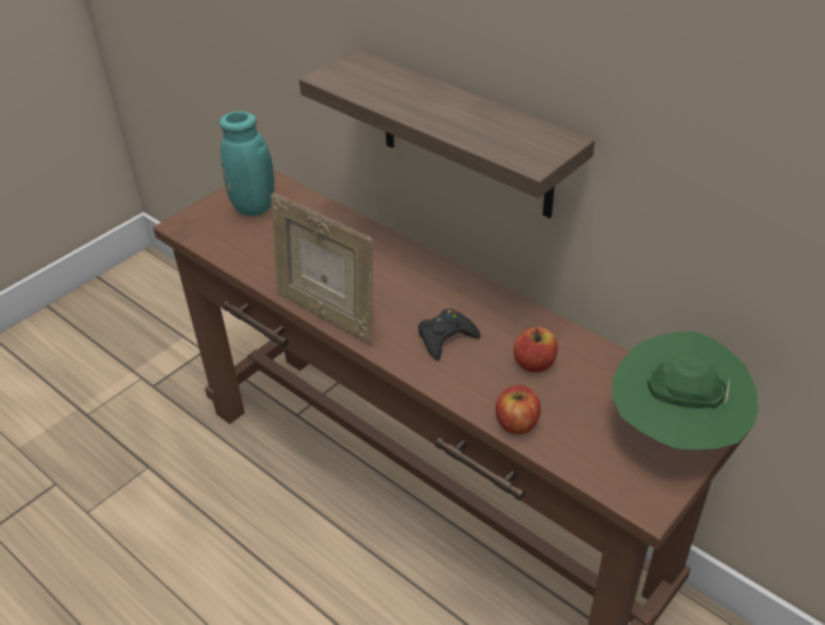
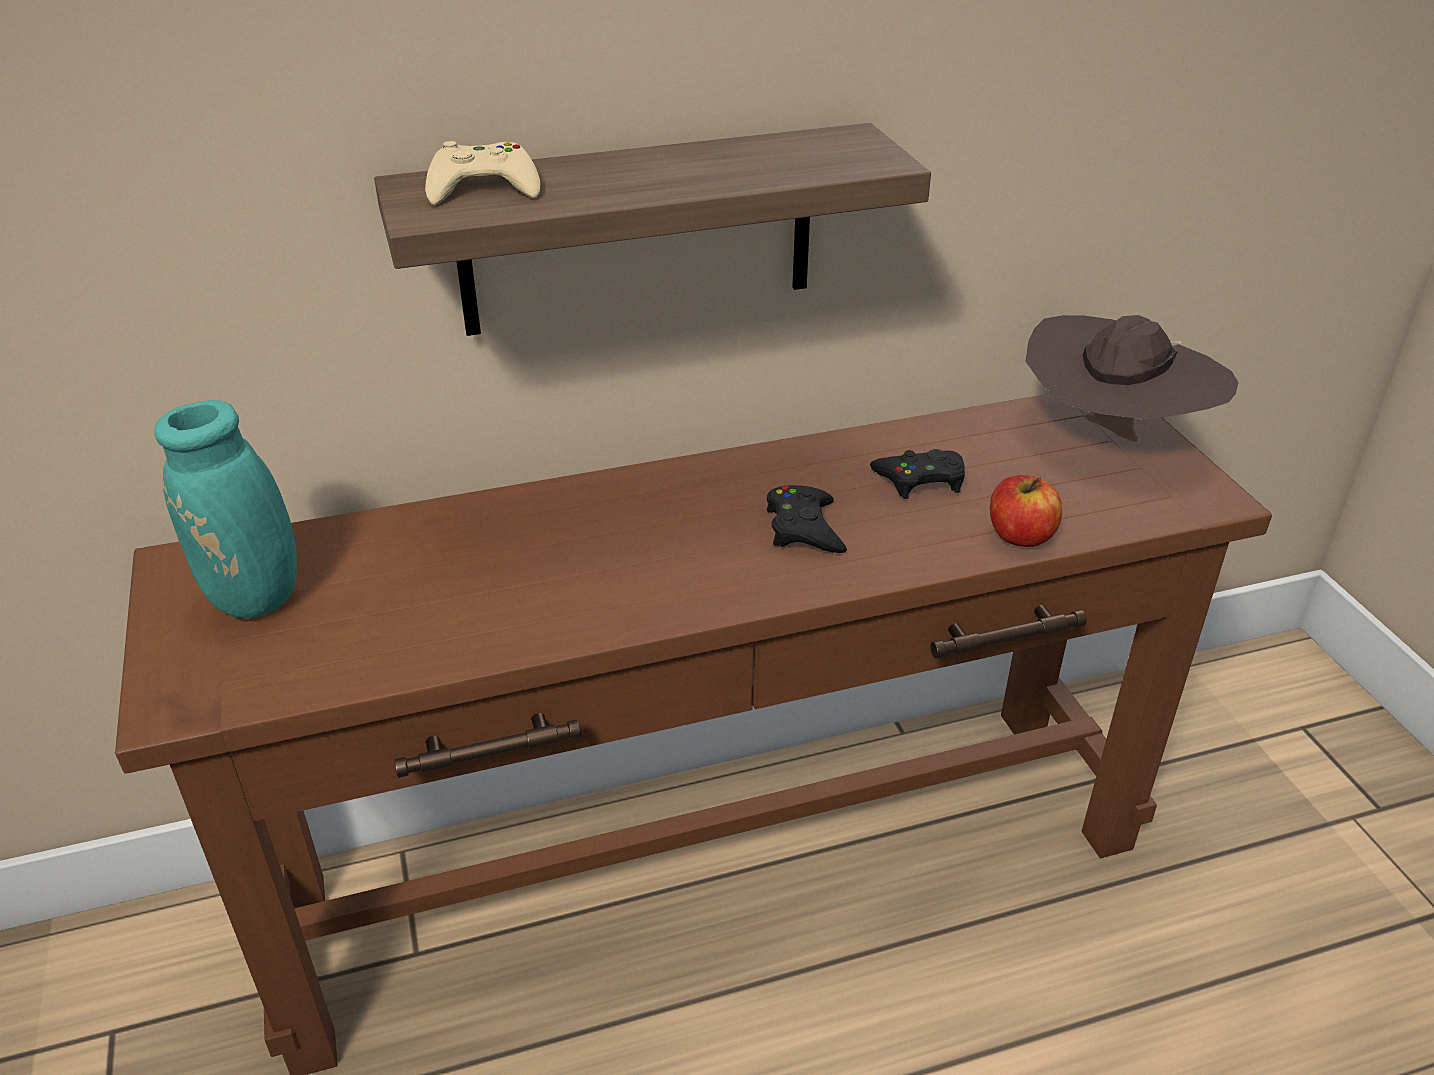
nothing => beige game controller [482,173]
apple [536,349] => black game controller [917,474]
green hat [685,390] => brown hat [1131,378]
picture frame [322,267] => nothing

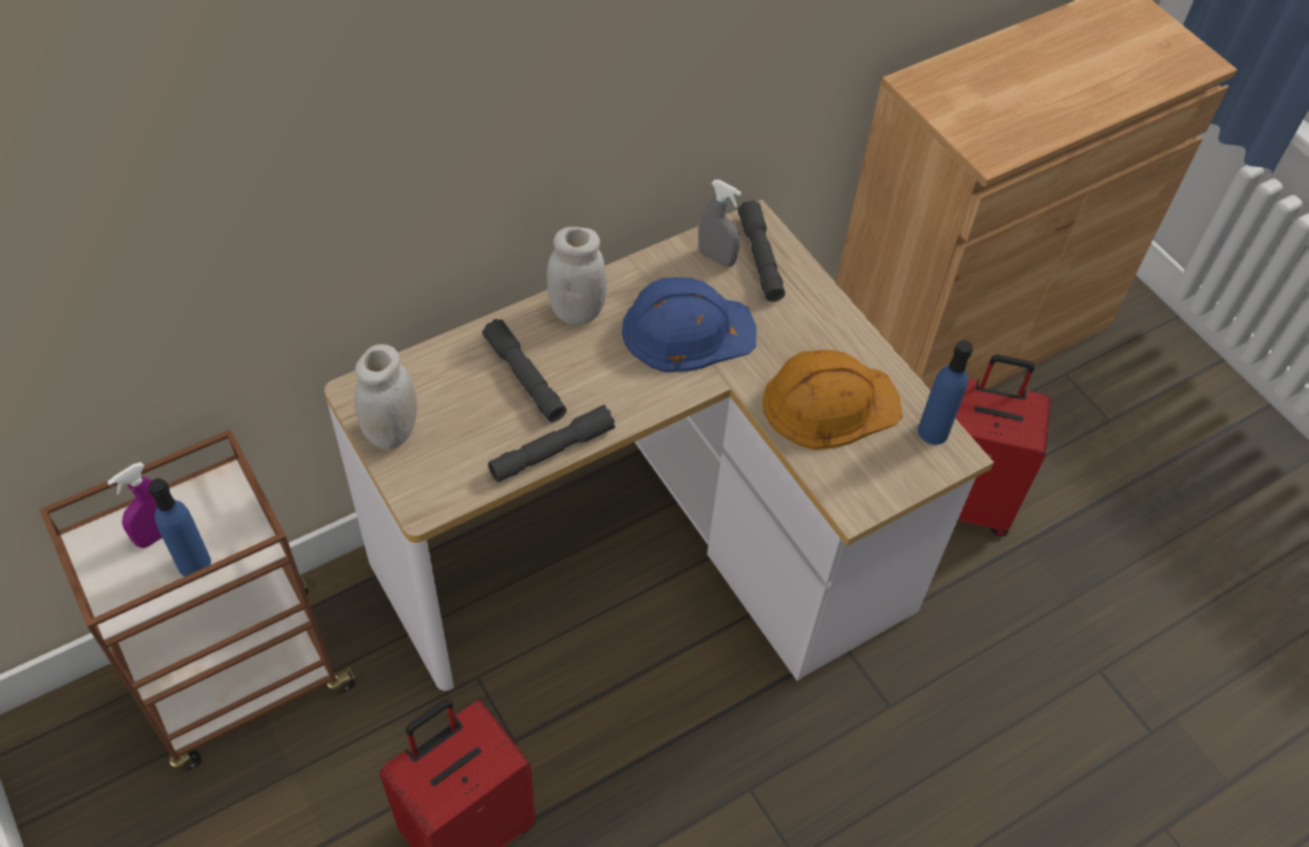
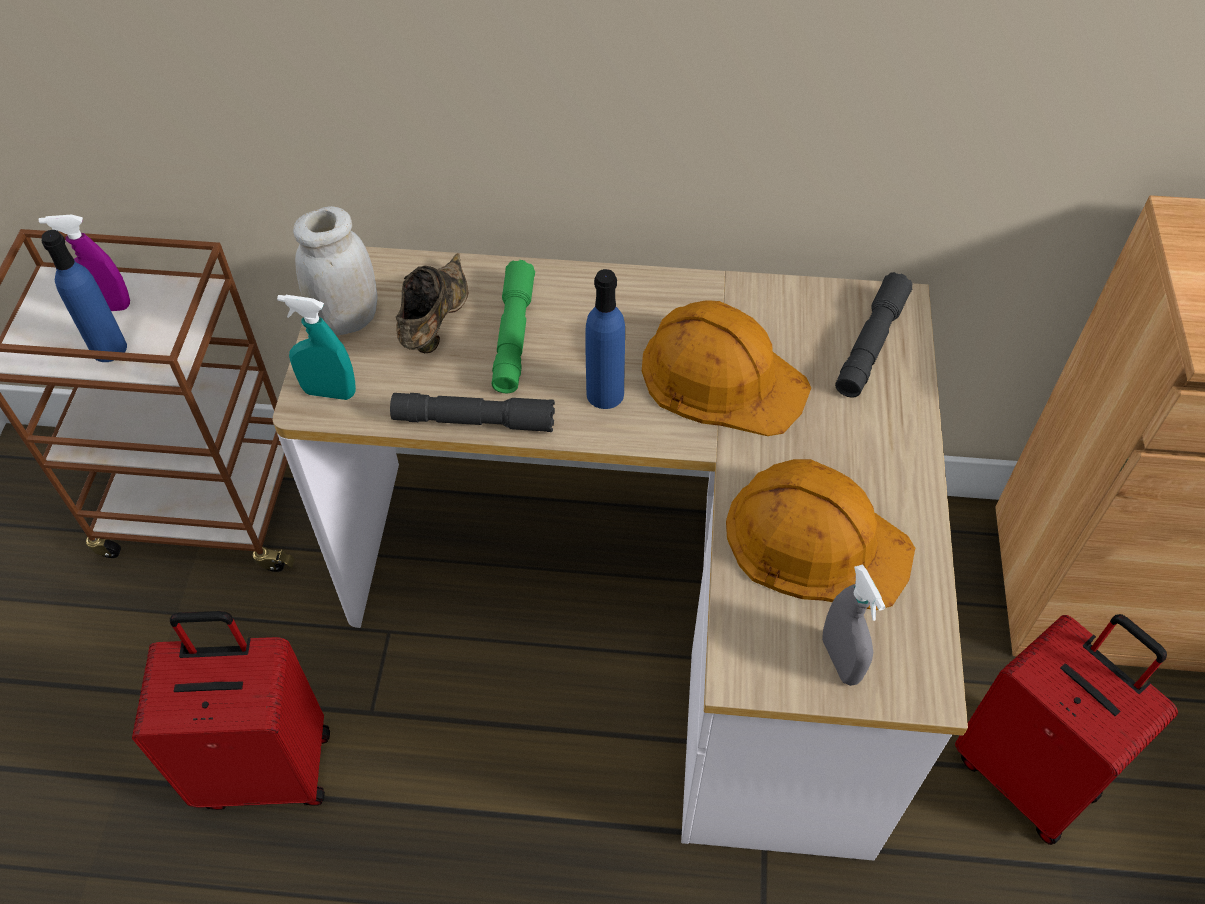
nothing => turquoise spray bottle [316,347]
nothing => brown shoe [432,303]
grey flashlight [524,370] => green flashlight [513,326]
blue bottle [945,392] => blue bottle [605,339], move
blue hard hat [689,325] => orange hard hat [726,368]
grey spray bottle [720,223] => grey spray bottle [853,625], move
white jar [577,276] => nothing

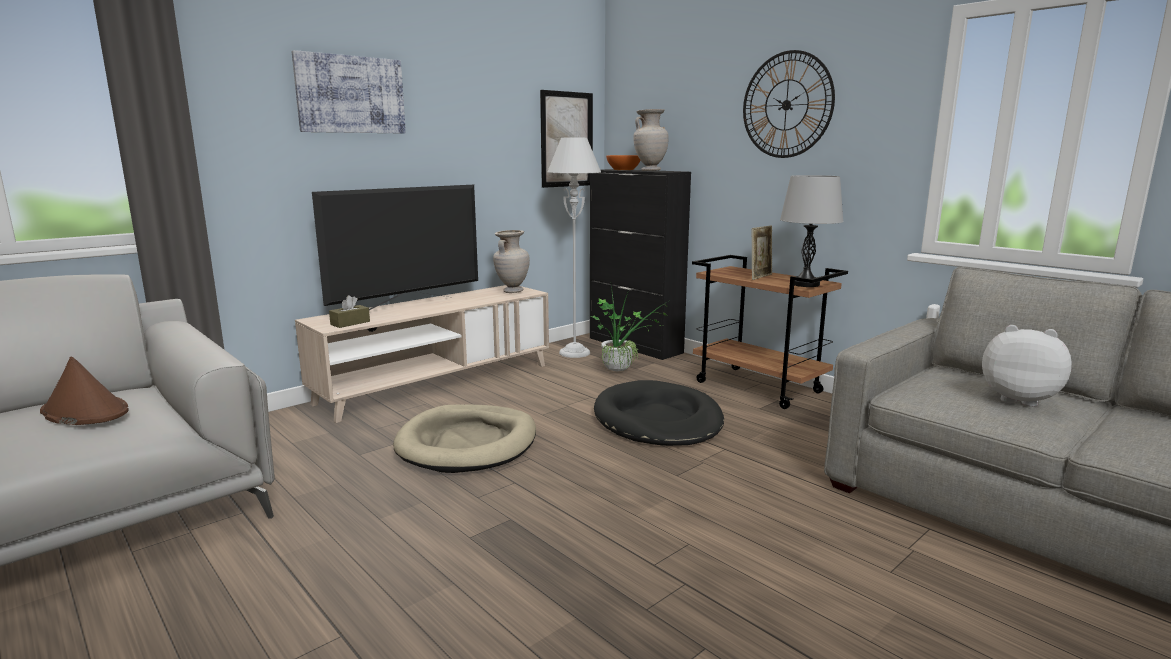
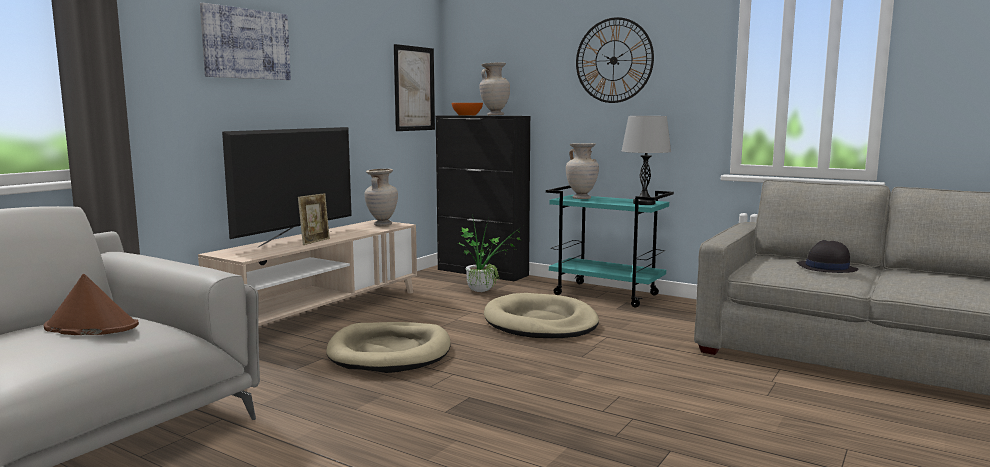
picture frame [762,252] => picture frame [314,219], move
black dog bed [659,413] => beige dog bed [541,315]
brown cart [770,332] => turquoise cart [610,246]
nothing => beige vase [582,171]
plush toy [1027,366] => black hat [827,256]
brown tissue box [349,311] => nothing
grey floor lamp [574,248] => nothing

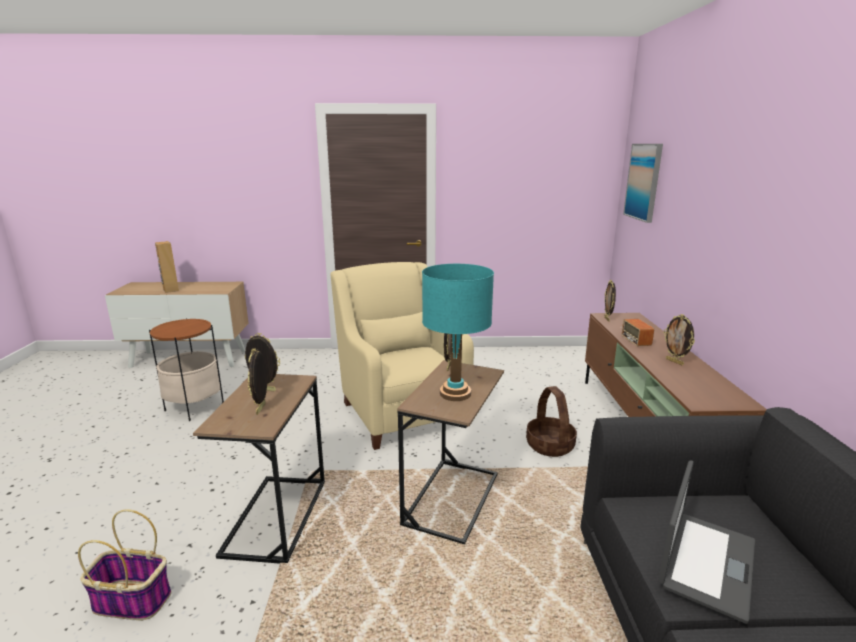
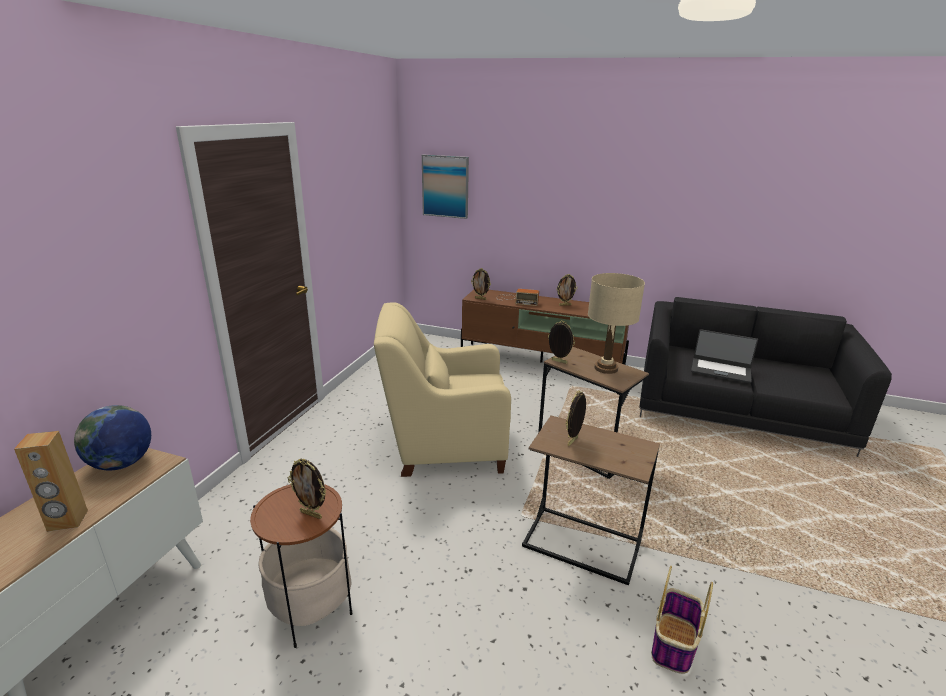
nothing => globe [112,438]
picture frame [257,381] => picture frame [307,488], move
turquoise table lamp [458,332] => beige table lamp [616,323]
laptop [706,542] => laptop [724,356], 150 degrees clockwise
basket [551,421] => nothing

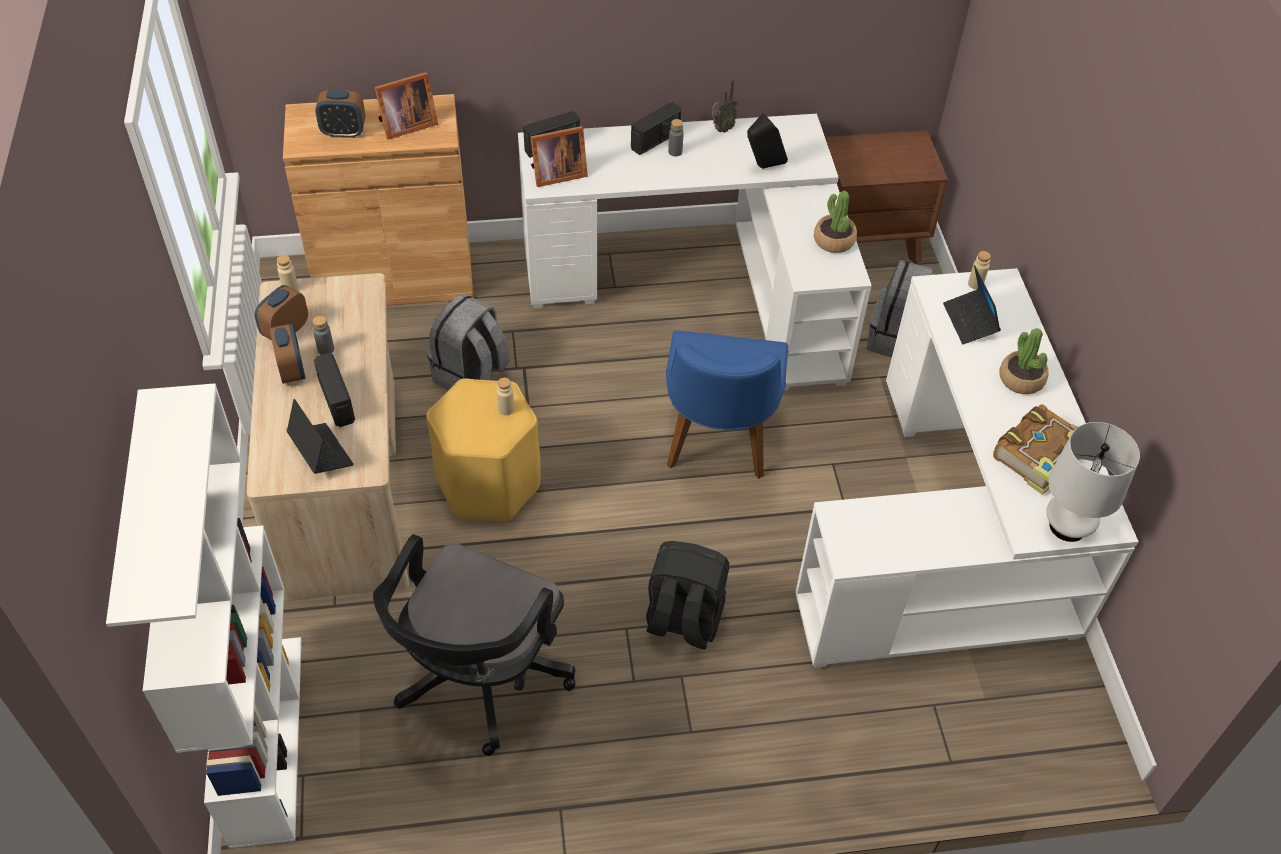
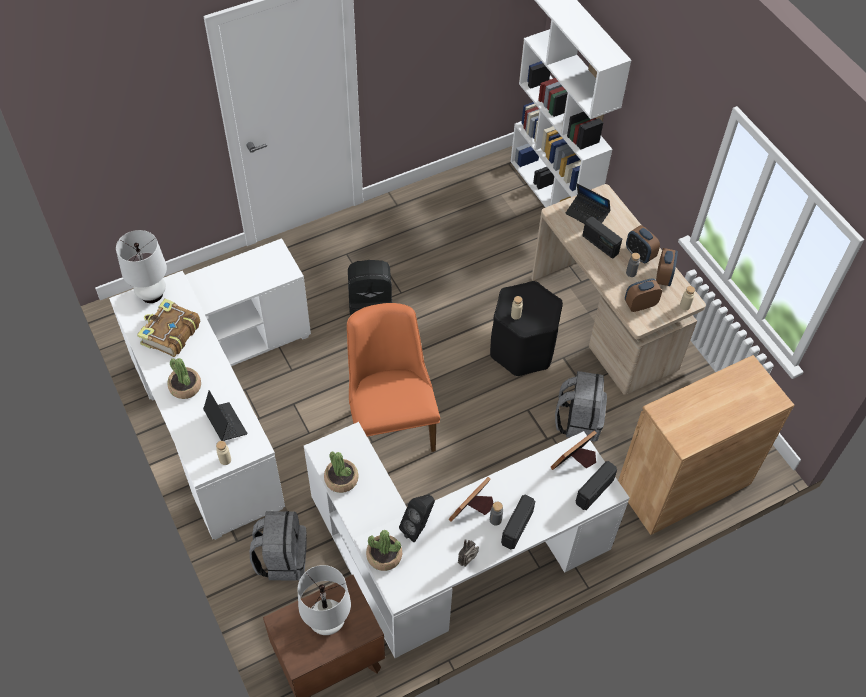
nothing => white table lamp [324,600]
blue chair [727,404] => orange chair [393,377]
nothing => potted plant [384,550]
picture frame [406,106] => picture frame [471,499], move
yellow stool [483,450] => black stool [526,328]
alarm clock [340,114] => alarm clock [643,295], move
black office chair [474,645] => nothing

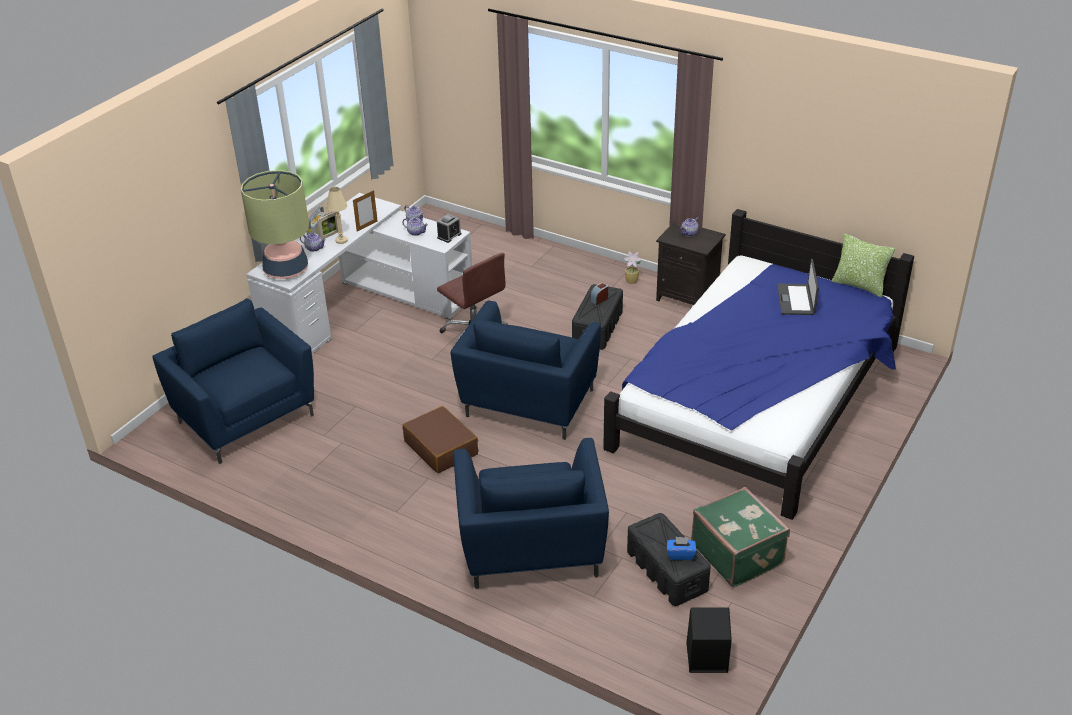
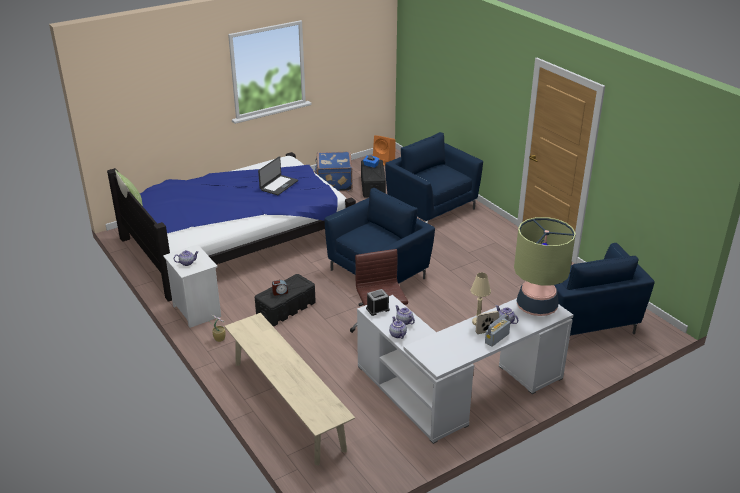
black nightstand [691,263] => white nightstand [192,286]
nothing => beige bench [290,389]
laptop [798,287] => laptop [278,175], move
green suitcase [740,537] => blue suitcase [334,171]
black speaker [709,640] => orange speaker [384,150]
blue armchair [531,513] => blue armchair [434,177], 60 degrees counterclockwise
picture frame [365,211] => nothing
brown suitcase [440,439] => nothing

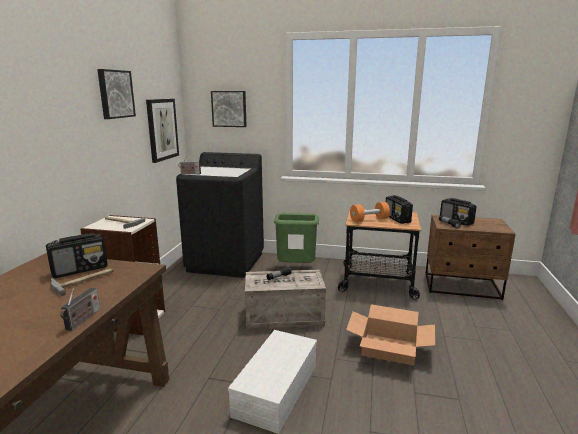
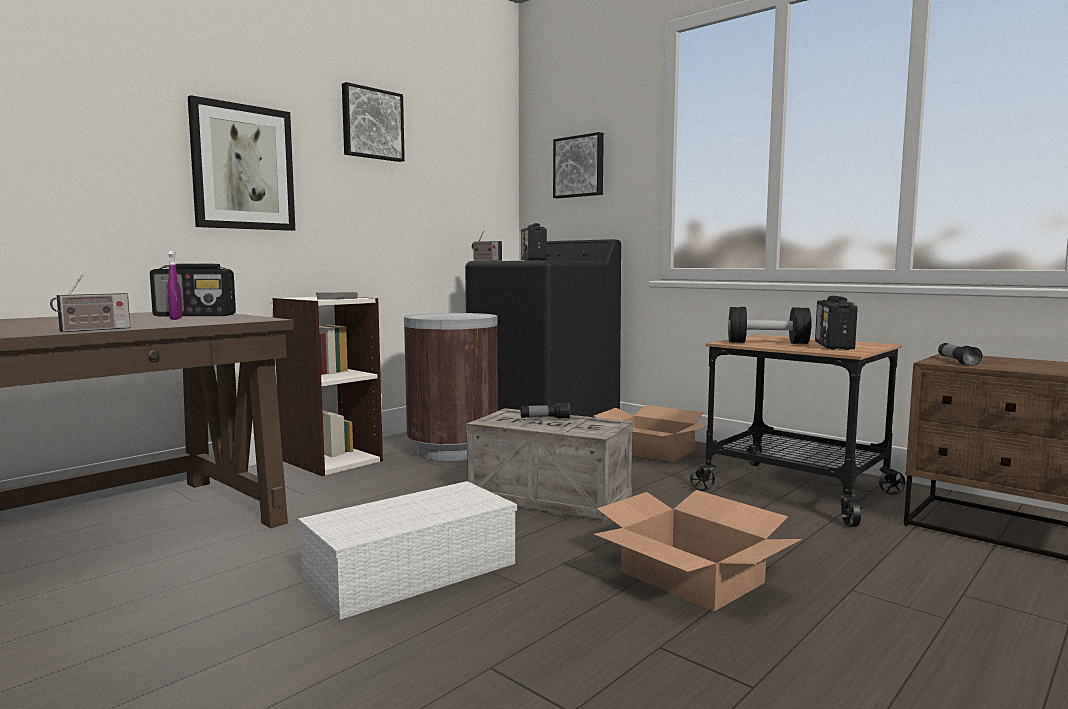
hammer [82,282] => purple spray bottle [175,285]
picture [162,131] => picture [241,163], move
nothing => brown trash can [451,387]
radio [458,212] => radio [534,242], move
green trash can [296,238] => cardboard box [655,433]
orange dumbbell [370,212] => black dumbbell [769,325]

